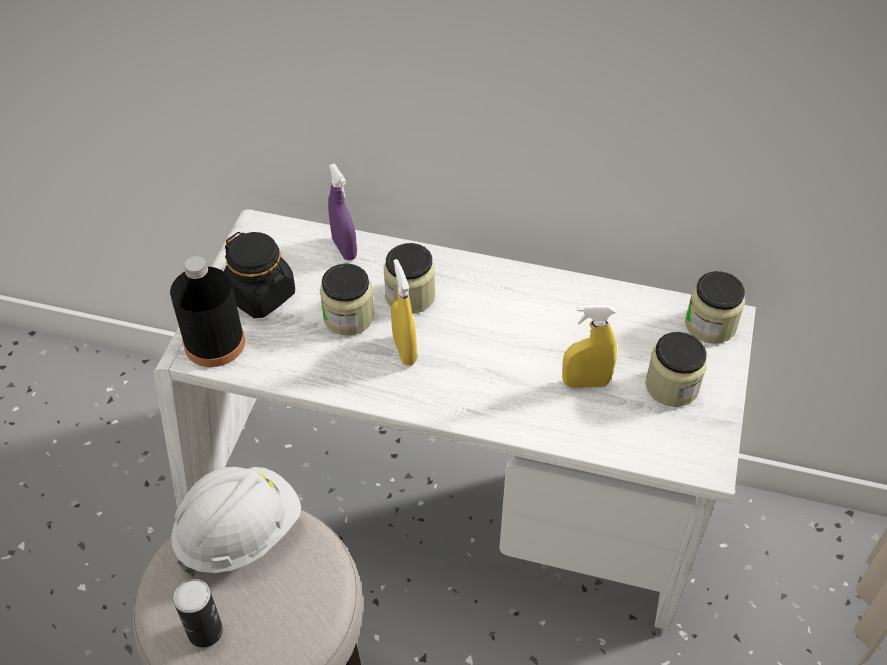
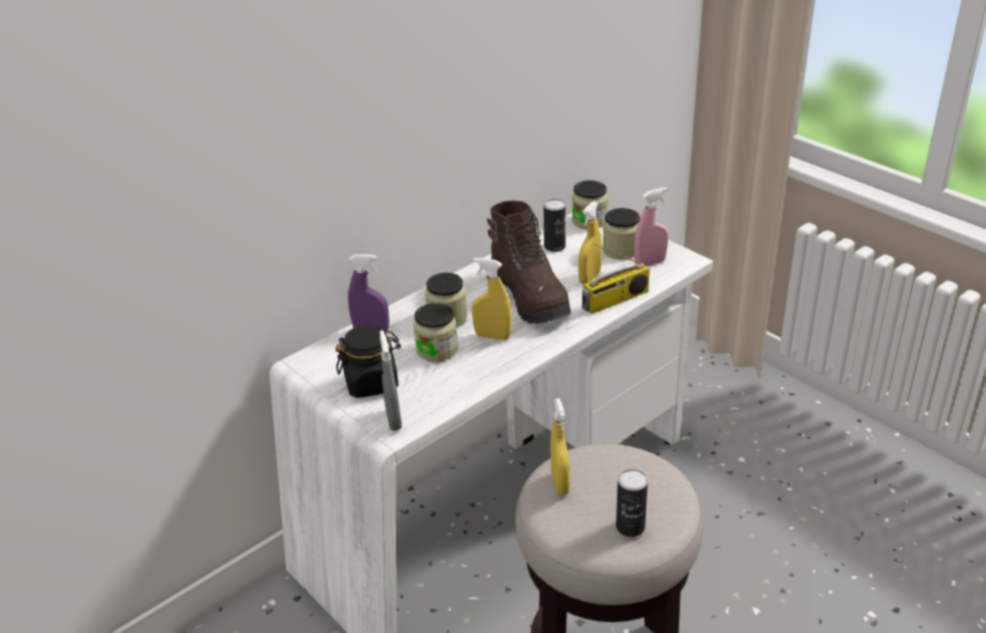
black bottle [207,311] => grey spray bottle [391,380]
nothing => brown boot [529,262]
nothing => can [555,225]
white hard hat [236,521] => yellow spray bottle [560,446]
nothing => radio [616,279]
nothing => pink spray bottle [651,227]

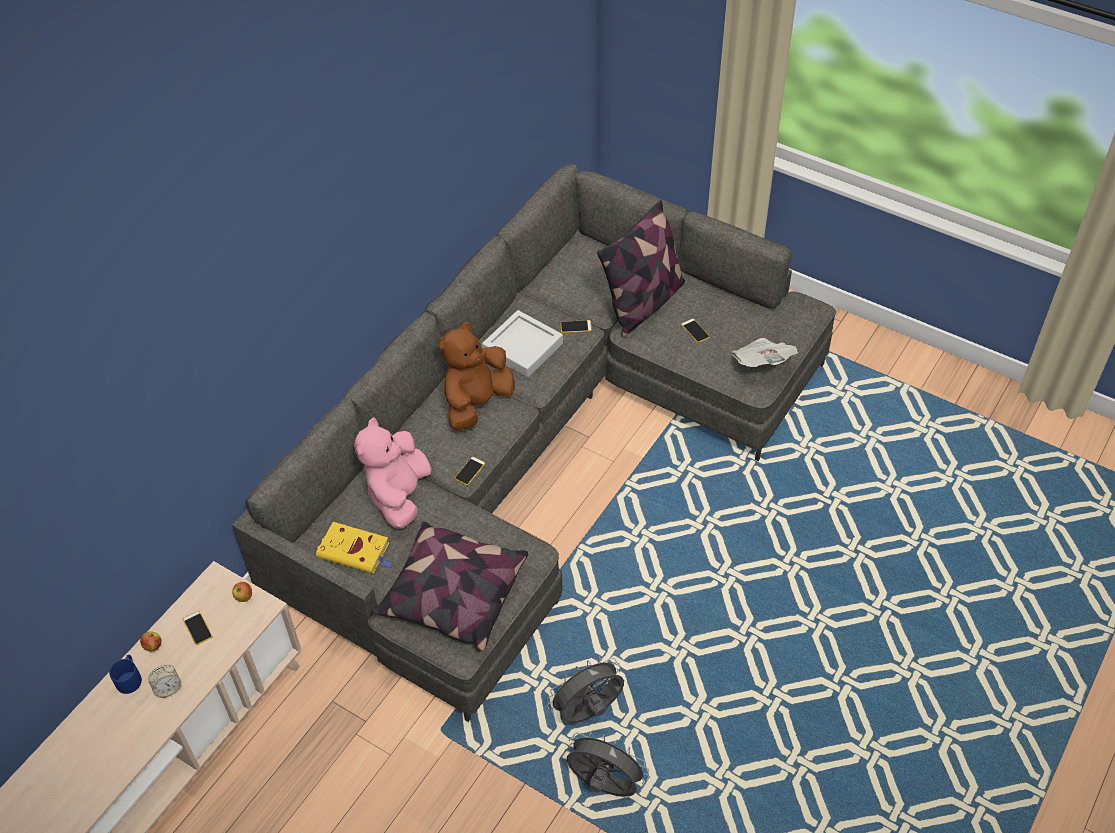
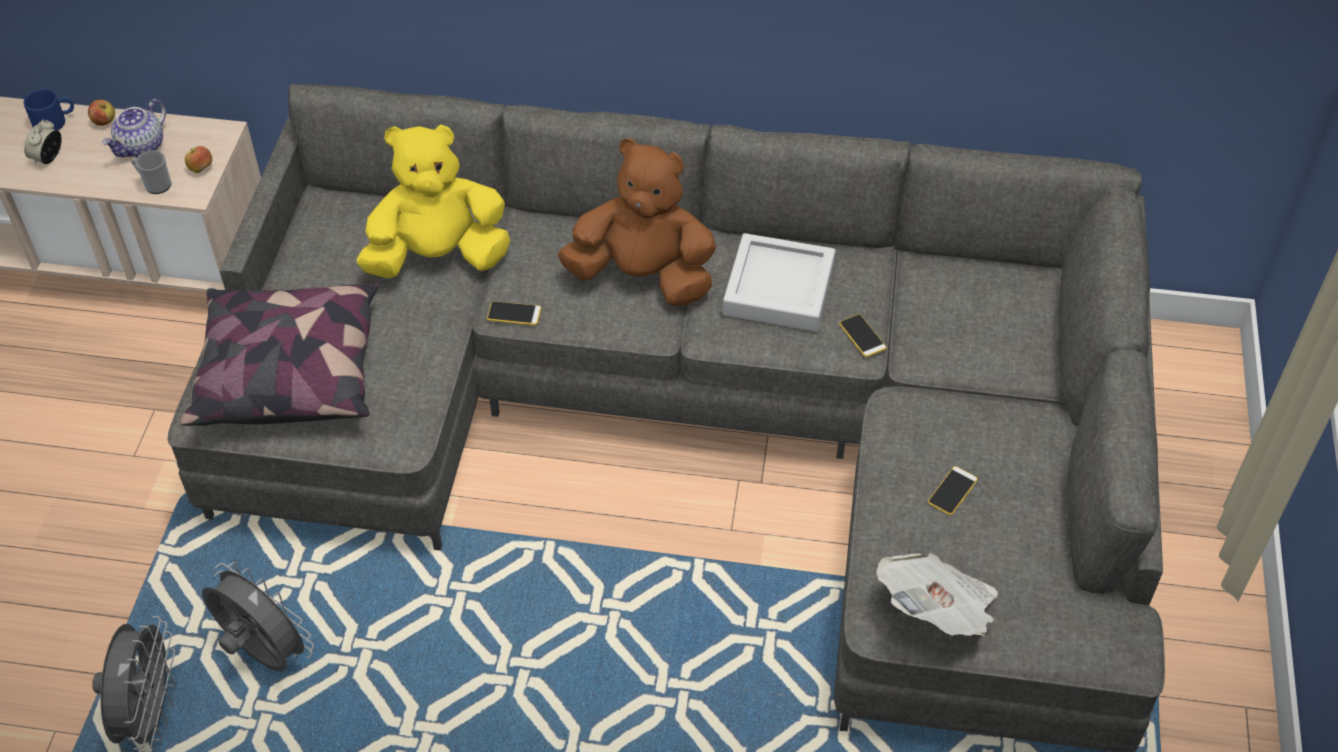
alarm clock [164,681] => alarm clock [43,142], 75 degrees clockwise
phone [198,628] => teapot [134,128]
nothing => mug [151,172]
pink plush toy [393,473] => yellow plush toy [433,201]
yellow book [354,548] => nothing
pillow [641,268] => nothing

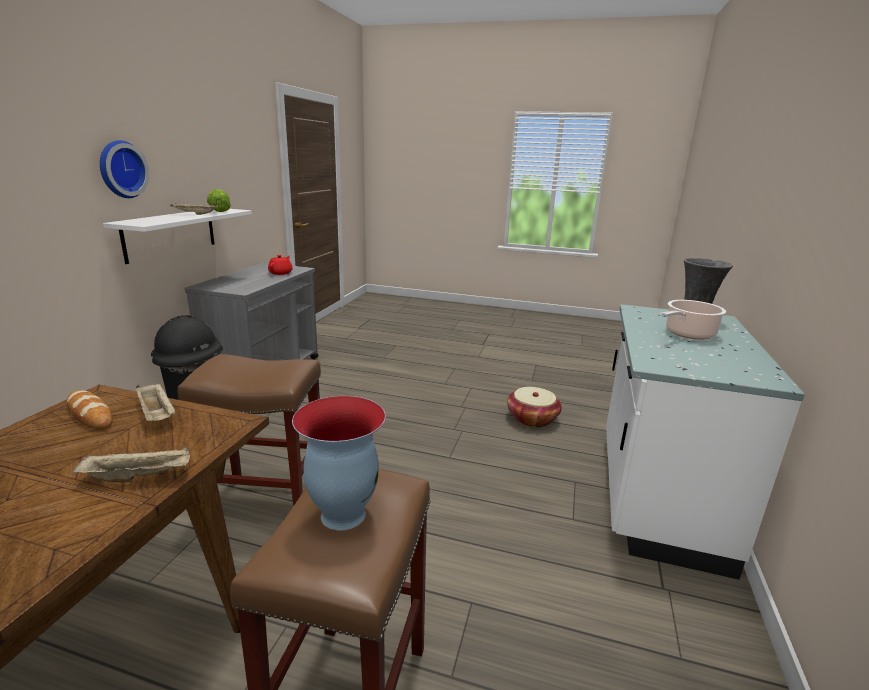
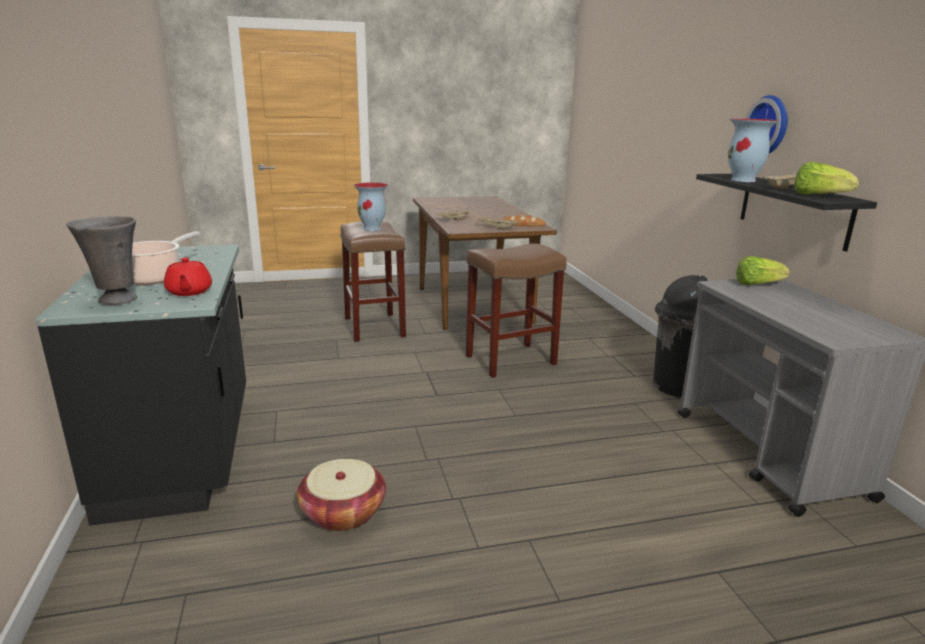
white counter [705,442] => black counter [140,385]
red teapot [280,265] => red teapot [188,276], move
white shelf [177,236] => black shelf [786,213]
nothing => vase [753,150]
nothing => lettuce [763,270]

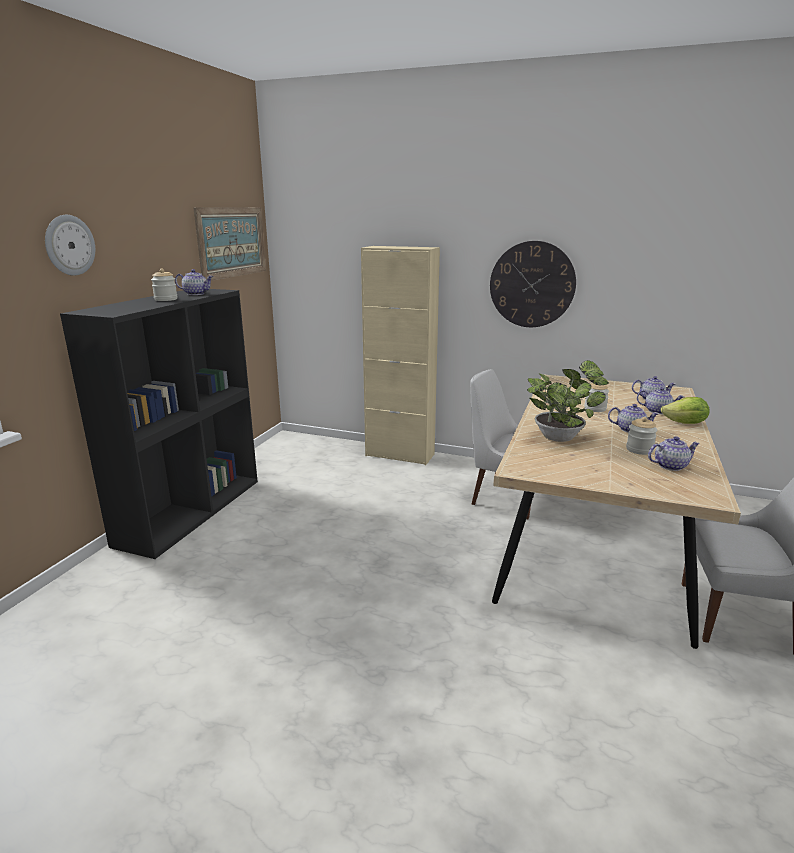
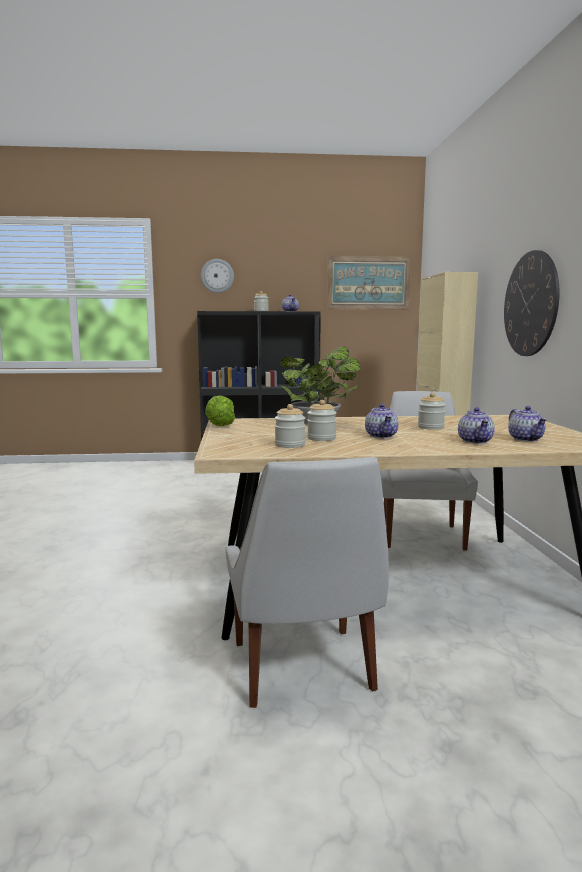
lettuce [685,410] => lettuce [220,411], move
teapot [674,453] => jar [290,426]

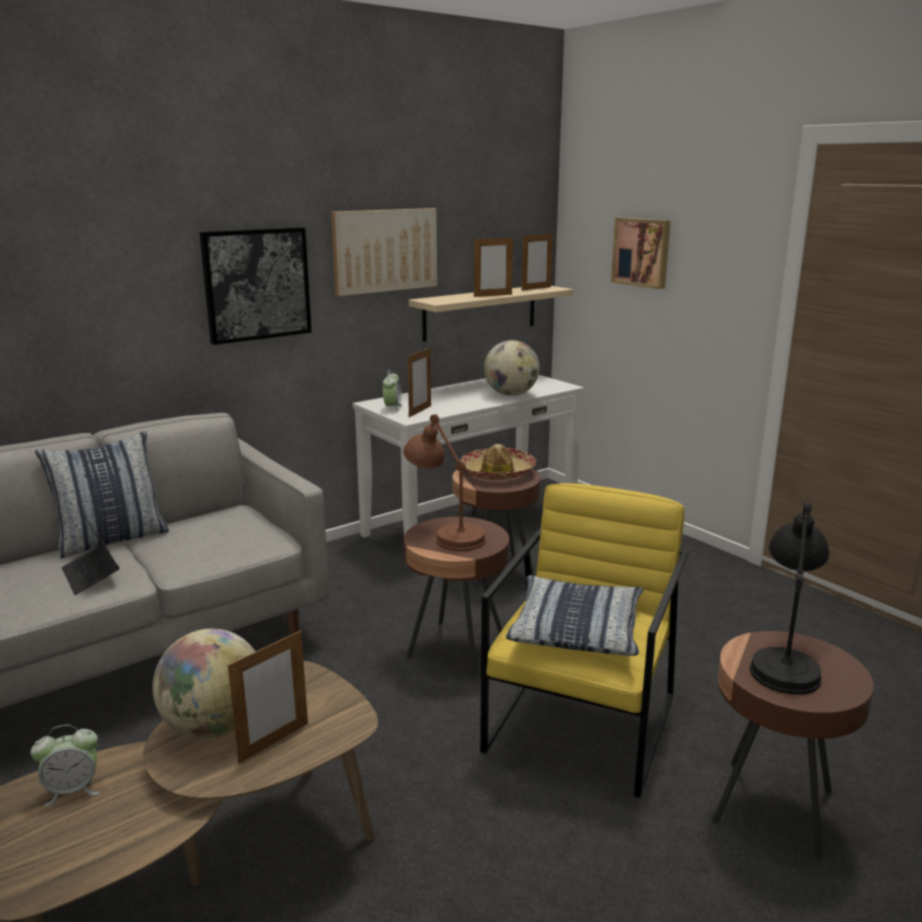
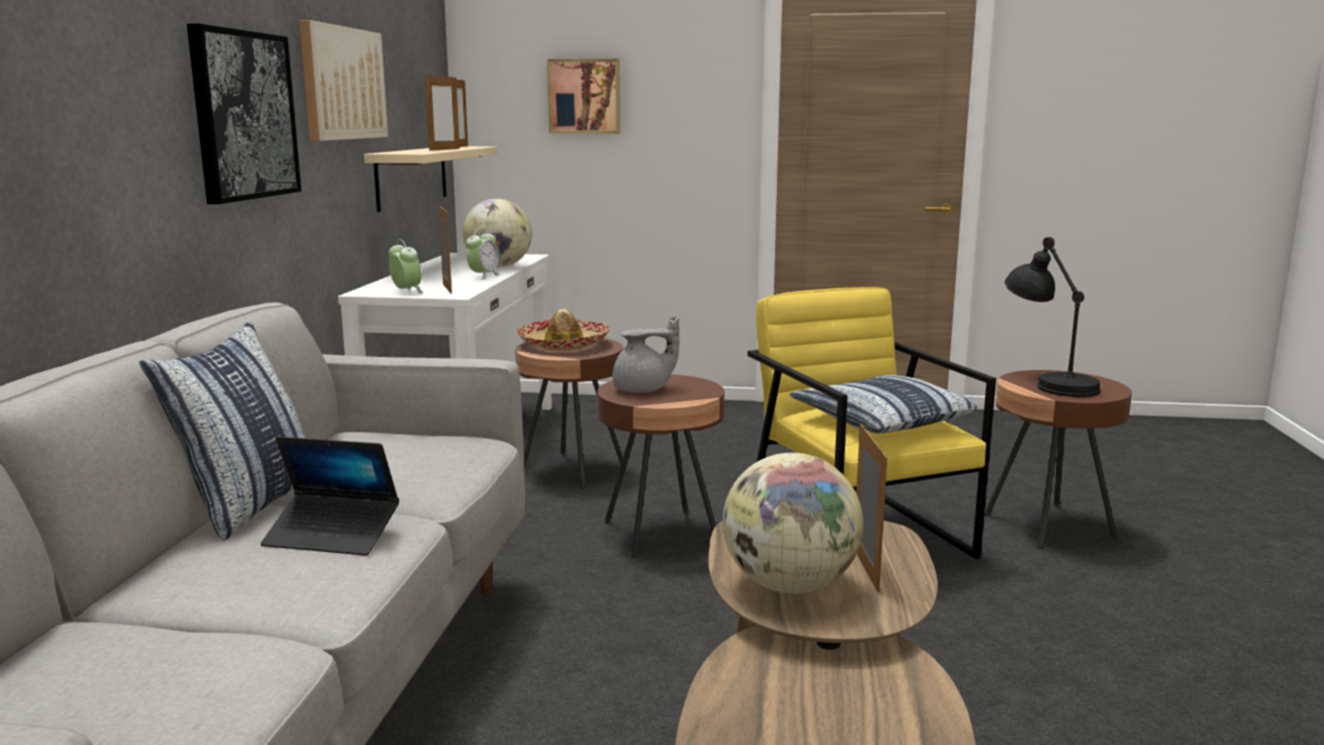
alarm clock [65,765] => alarm clock [483,253], move
brown table lamp [444,482] => grey teapot [645,354]

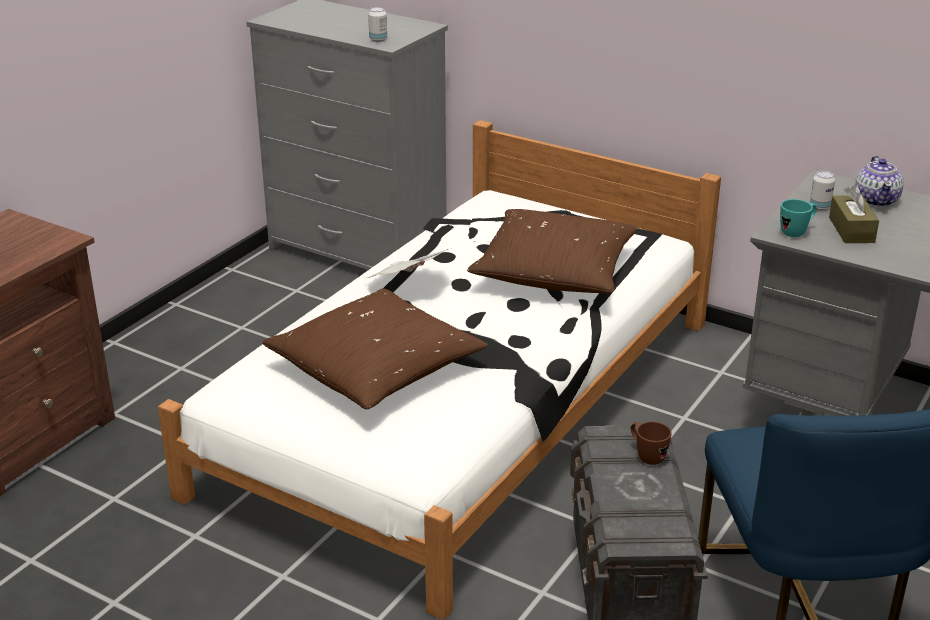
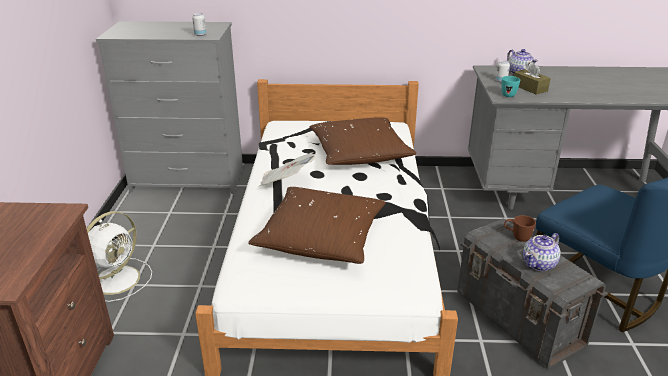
nothing => white fan [119,256]
nothing => teapot [542,252]

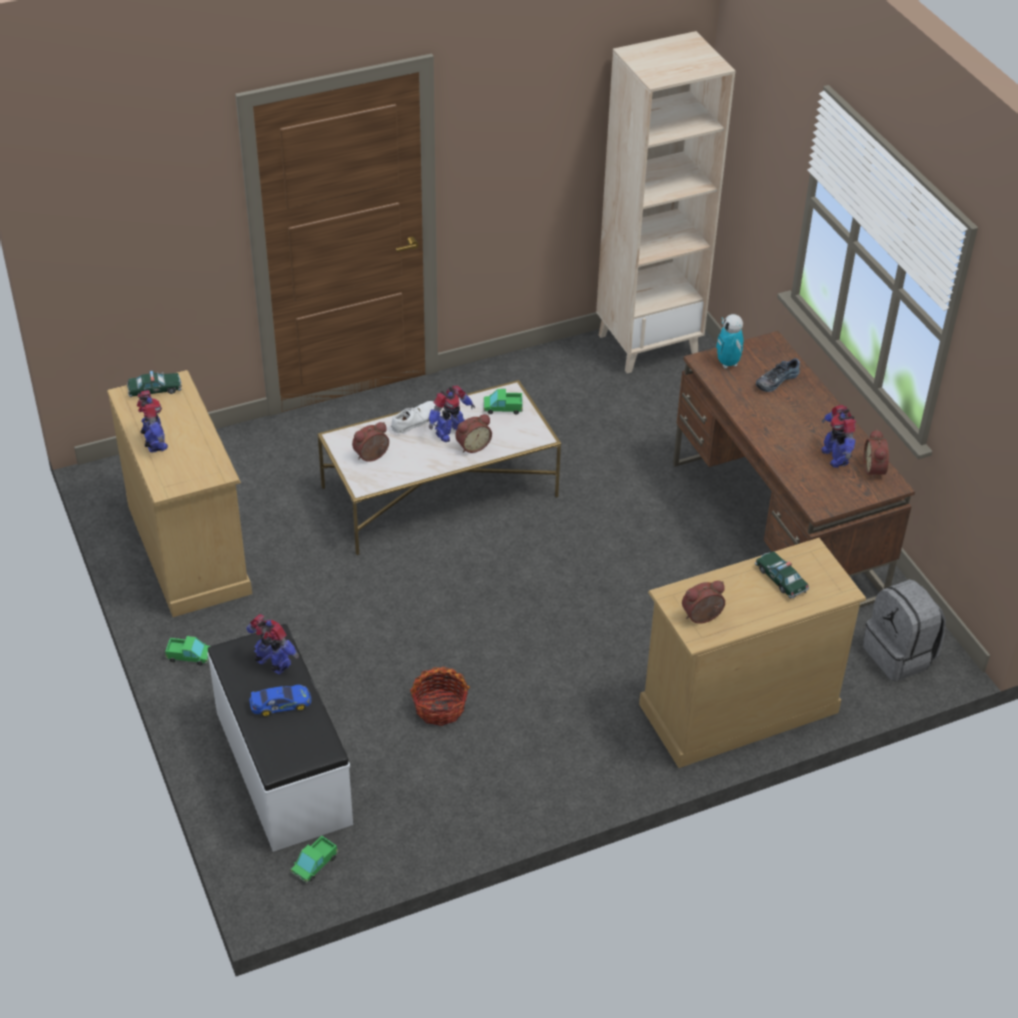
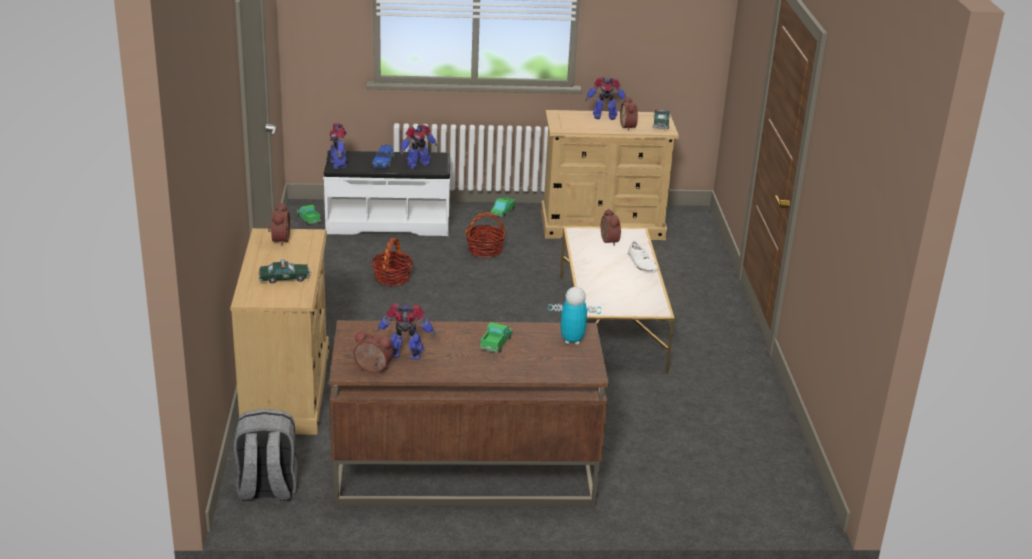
toy robot [452,414] => toy robot [338,146], move
nothing => basket [485,235]
toy truck [503,401] => toy truck [496,337], move
alarm clock [473,433] => alarm clock [629,113], move
beige bookcase [665,202] => nothing
shoe [778,375] => nothing

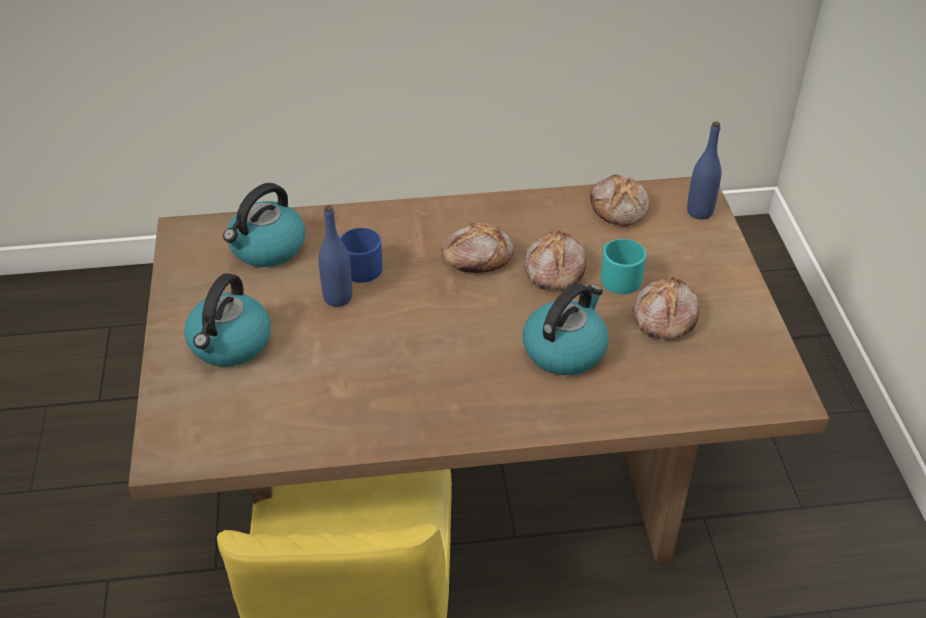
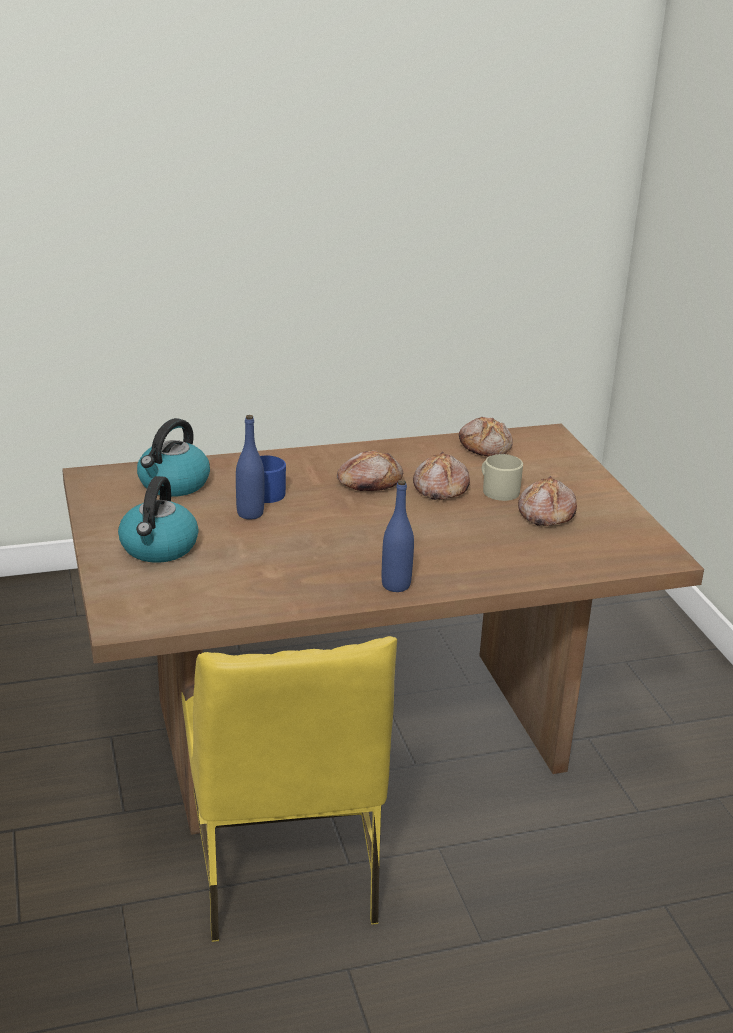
blue bottle [704,170] => blue bottle [398,536], move
turquoise mug [623,266] => beige mug [502,477]
kettle [566,329] => nothing

